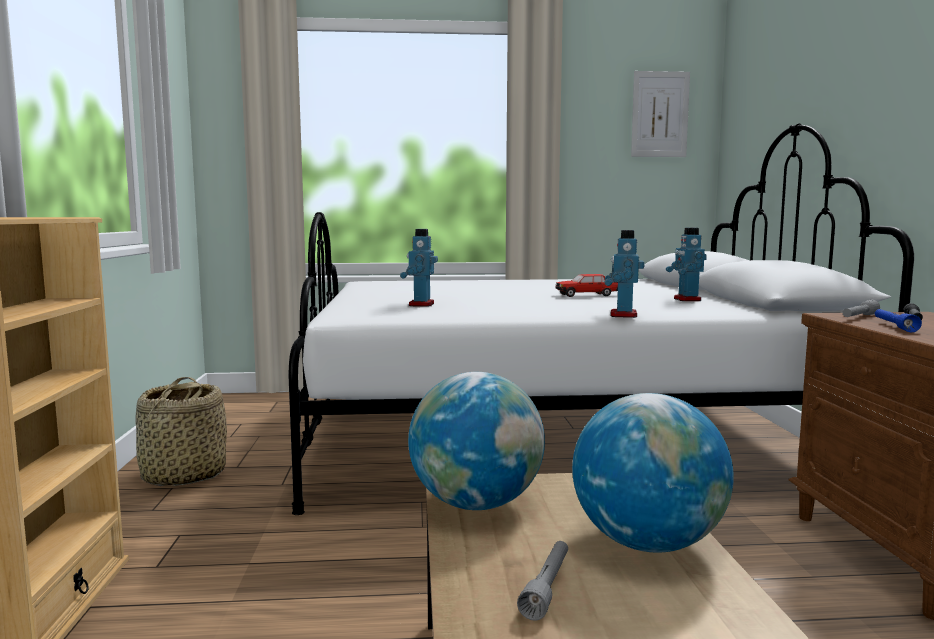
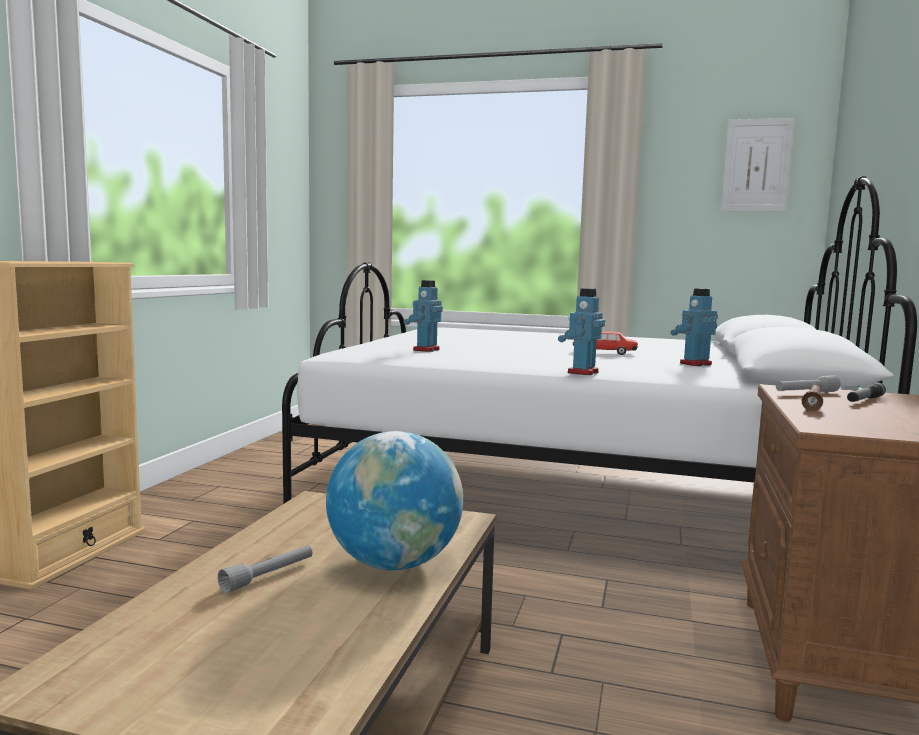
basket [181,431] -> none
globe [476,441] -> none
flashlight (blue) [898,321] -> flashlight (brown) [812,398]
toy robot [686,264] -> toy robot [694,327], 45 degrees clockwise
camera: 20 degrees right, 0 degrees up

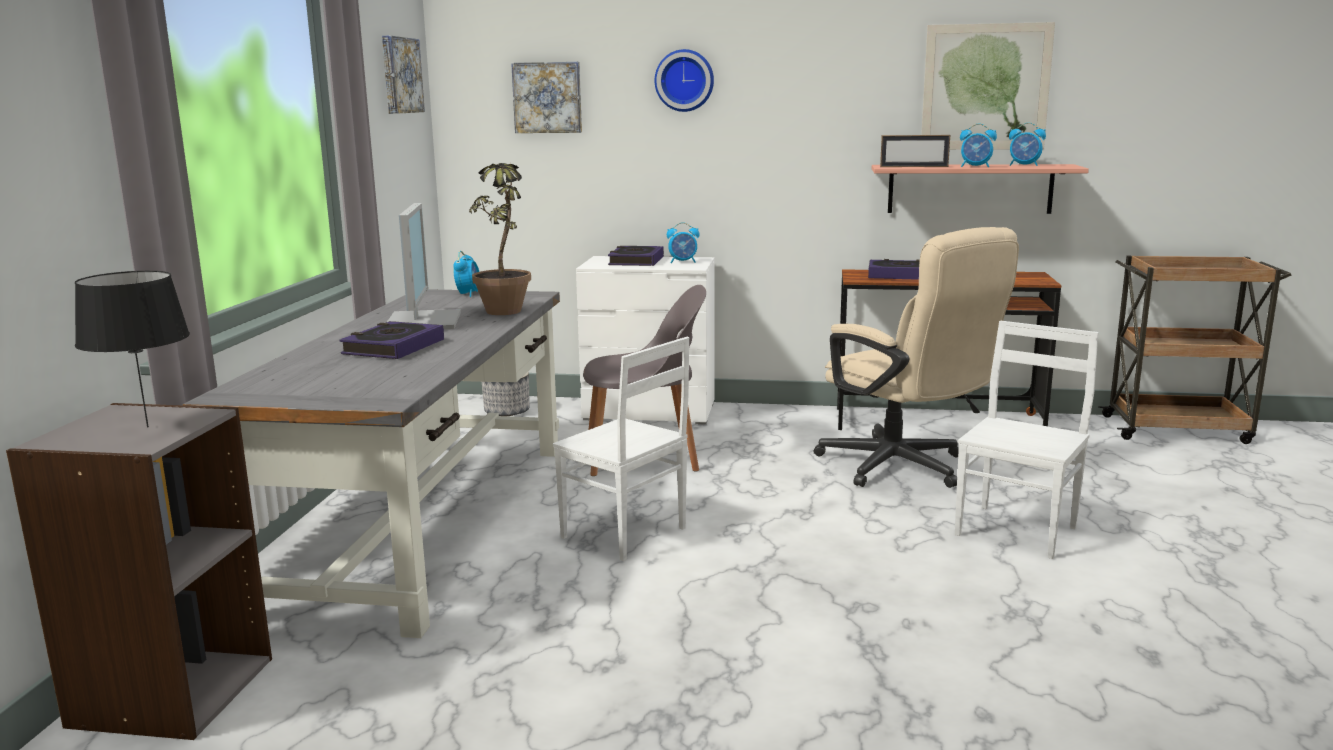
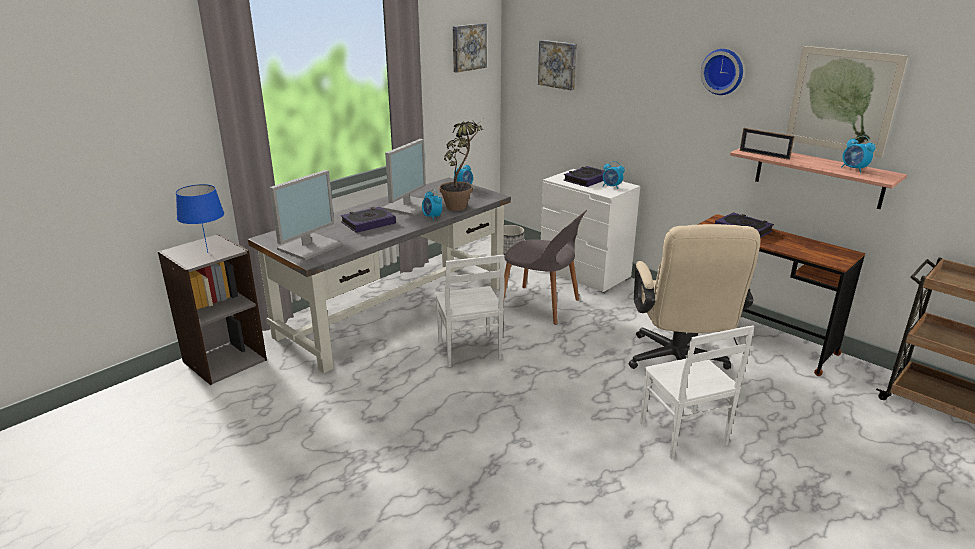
none -> monitor [305,215]
wall clock [684,80] -> wall clock [722,72], moved
alarm clock [978,145] -> alarm clock [432,205], moved
table lamp (black) [132,349] -> table lamp (blue) [200,218]
chair (white) [1026,440] -> chair (white) [697,392], 90 degrees clockwise
camera: 35 degrees right, 10 degrees up

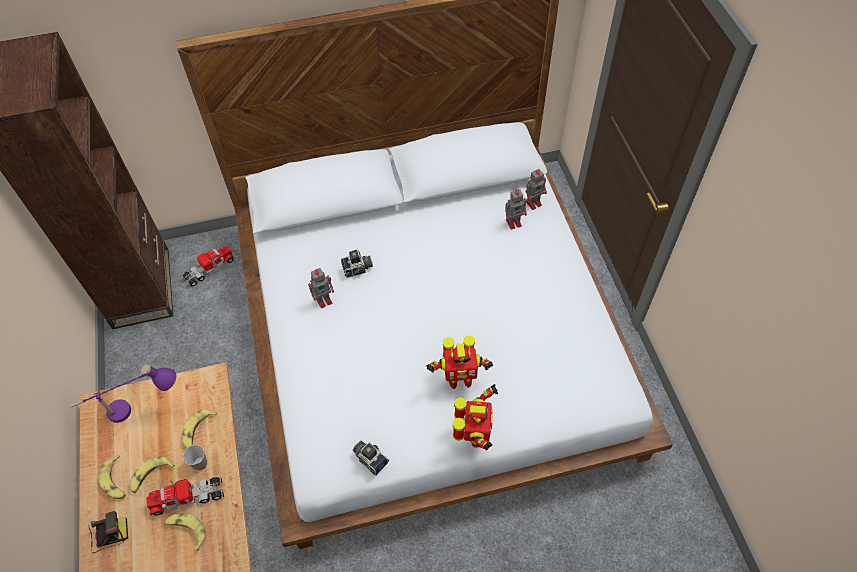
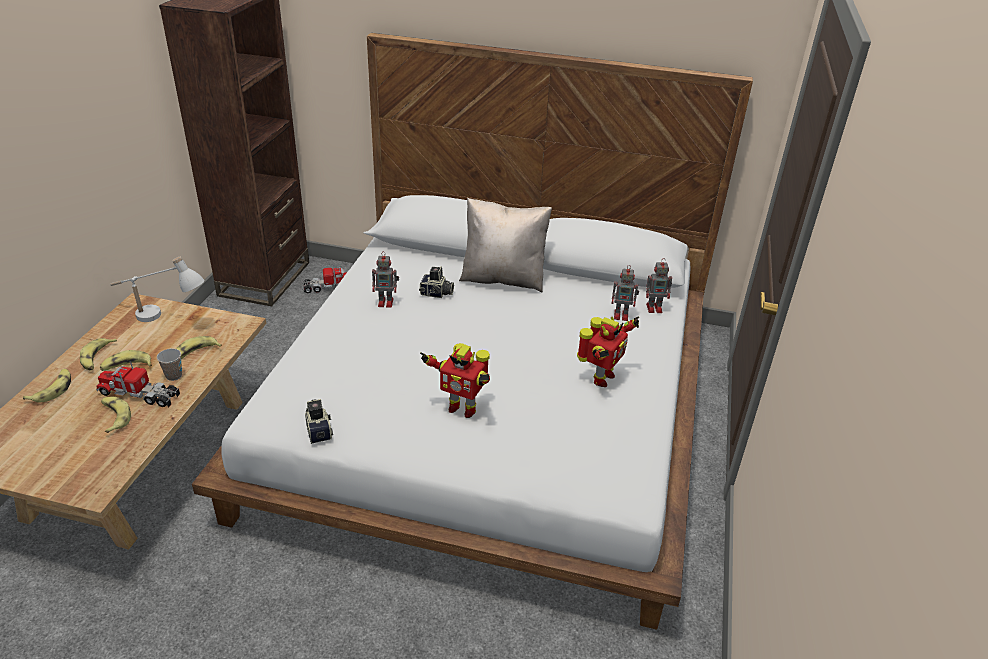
none -> pillow (beige) [505,245]
toy robot [475,417] -> toy robot [608,351], moved
photo camera [108,532] -> banana [47,385]
table lamp (purple) [123,394] -> table lamp (white) [157,289]
camera: 25 degrees right, 20 degrees down

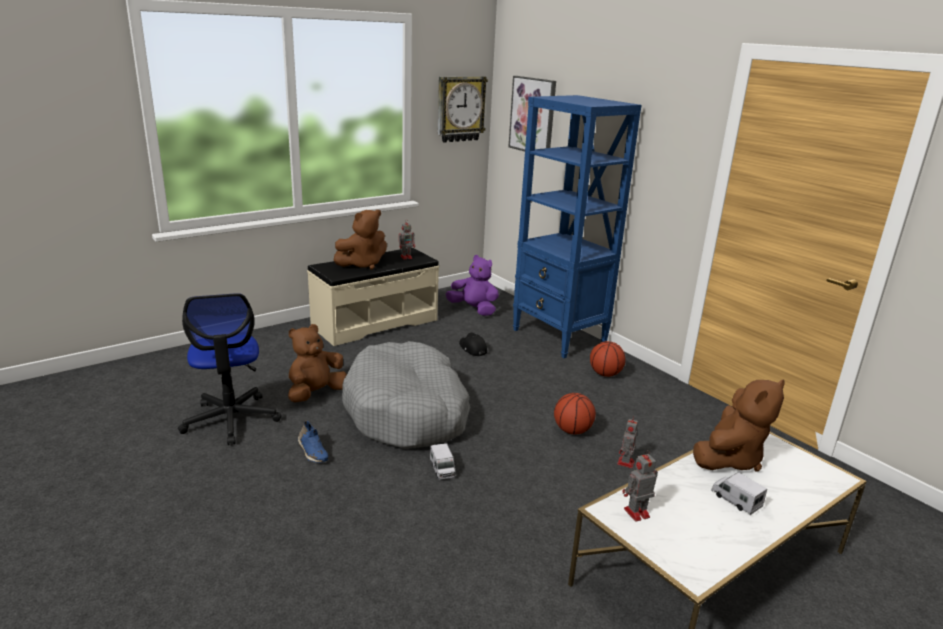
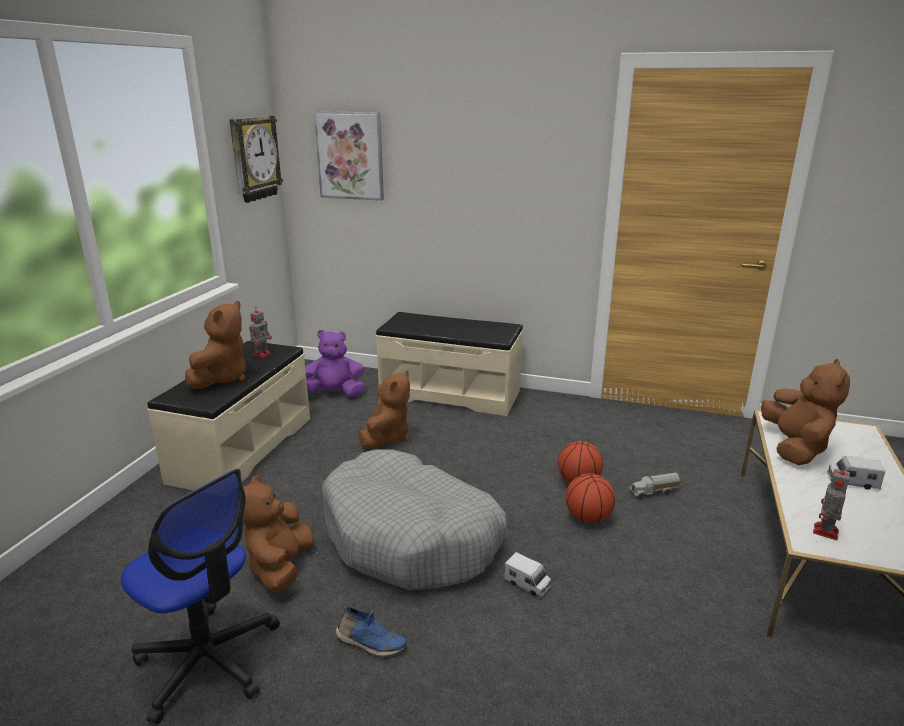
basketball [608,359] -> basketball [590,498], moved
cap (black) [473,344] -> plush toy (brown) [384,409]
bookcase (blue) [577,226] -> bench (beige) [449,364]
toy robot [627,442] -> toy truck [654,486]
camera: 35 degrees left, 0 degrees up

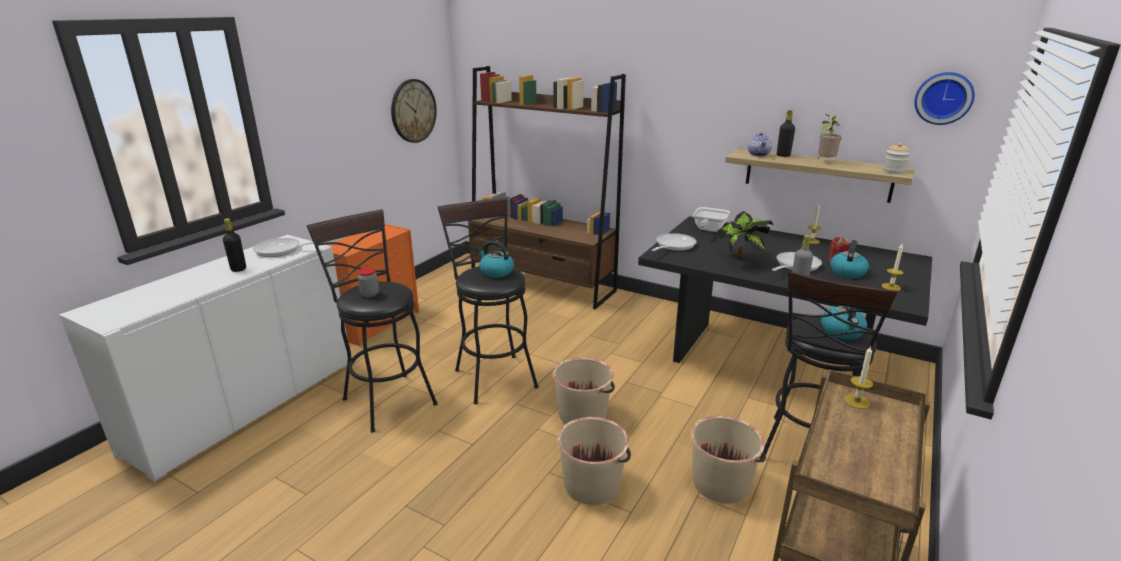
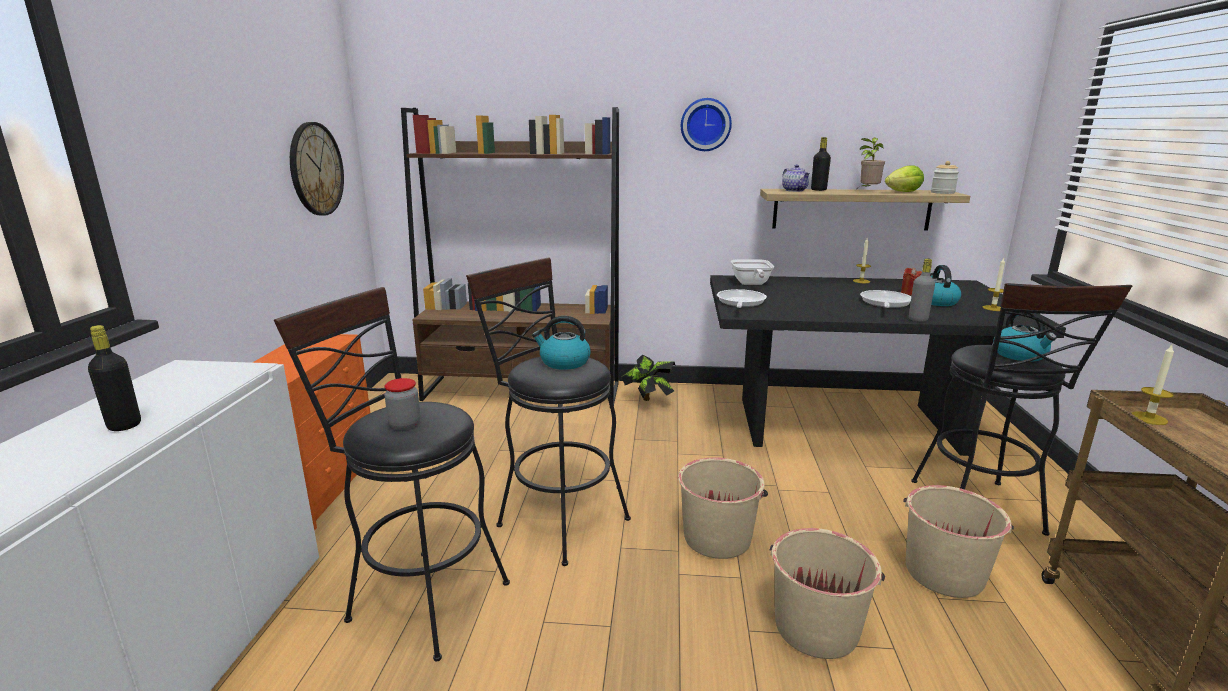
frying pan [290,247] -> none
none -> lettuce [904,178]
potted plant [745,235] -> potted plant [648,377], moved
wall clock [944,98] -> wall clock [706,124], moved
camera: 25 degrees left, 5 degrees down

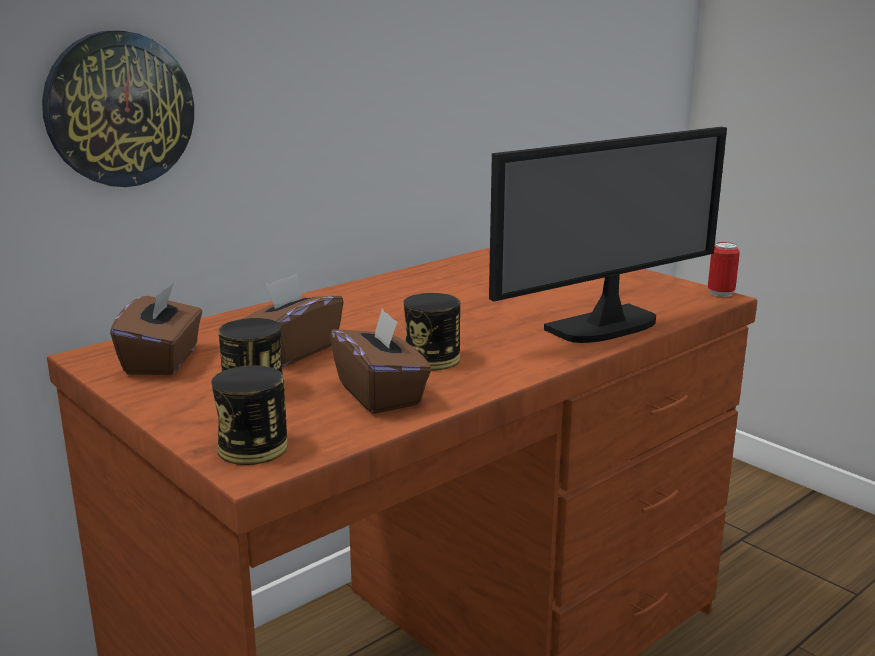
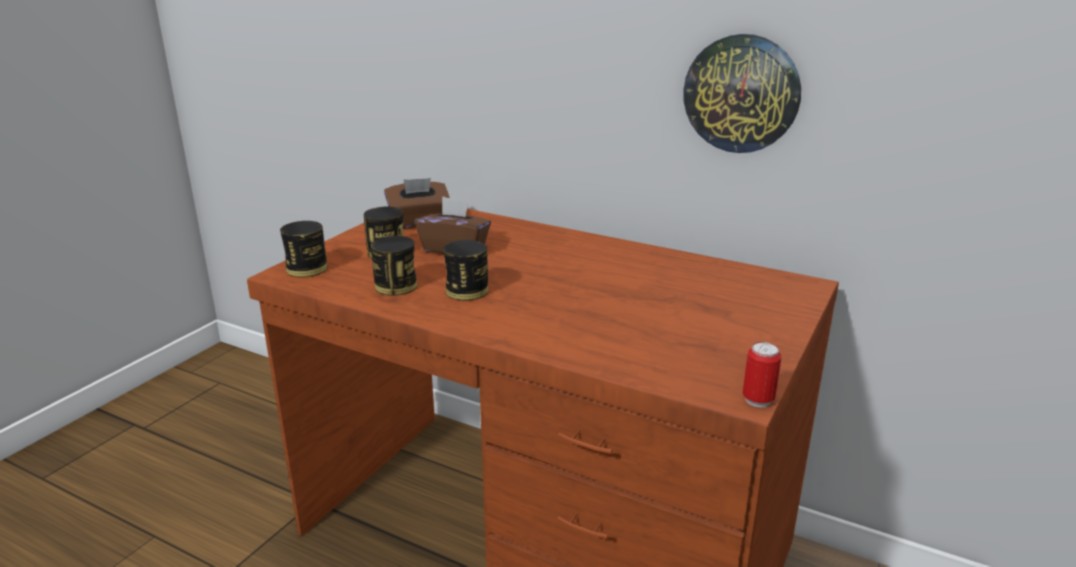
monitor [608,235] -> none
wall clock [118,108] -> wall clock [742,93], moved
tissue box (brown) [381,361] -> can [394,266]
camera: 70 degrees right, 5 degrees up

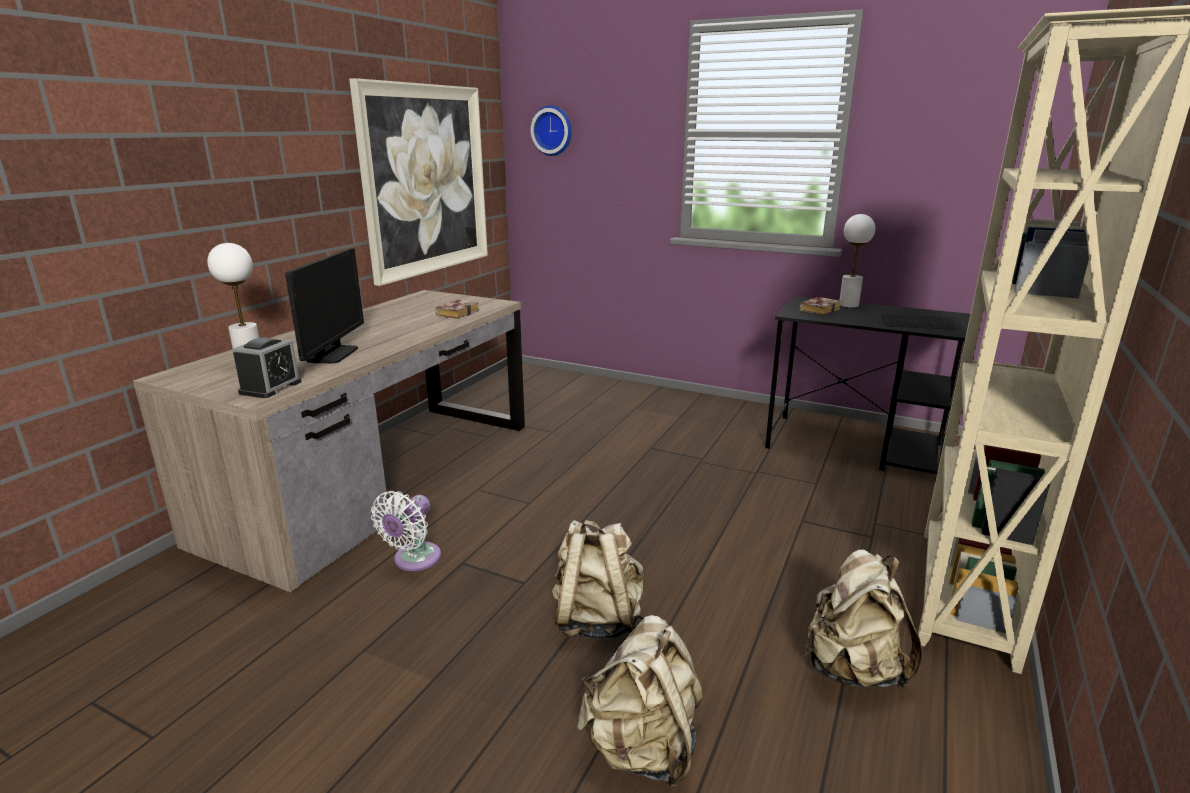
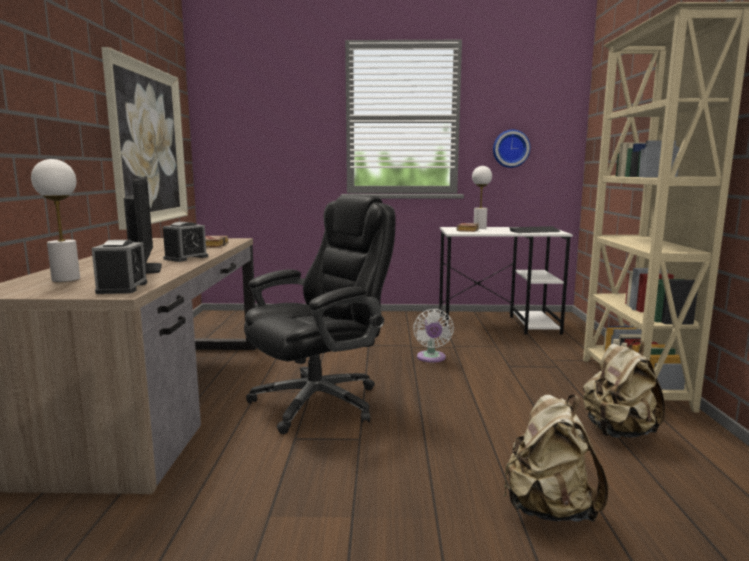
backpack (beige) [598,580] -> none
none -> alarm clock [185,242]
none -> office chair (black) [319,314]
fan (white) [406,531] -> fan (white) [433,336], moved
wall clock [551,131] -> wall clock [511,149], moved
desk (black) [867,388] -> desk (white) [506,281]
camera: 25 degrees left, 10 degrees down

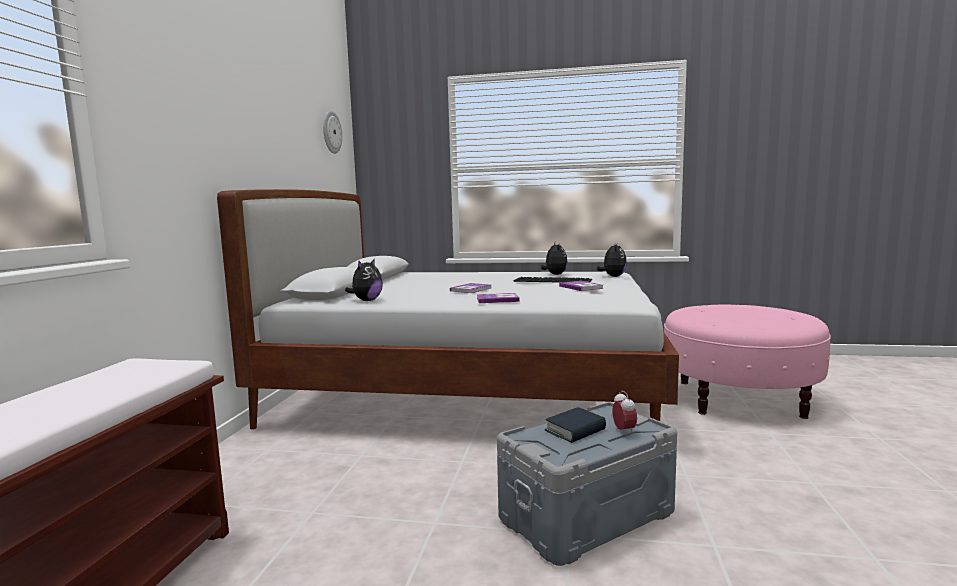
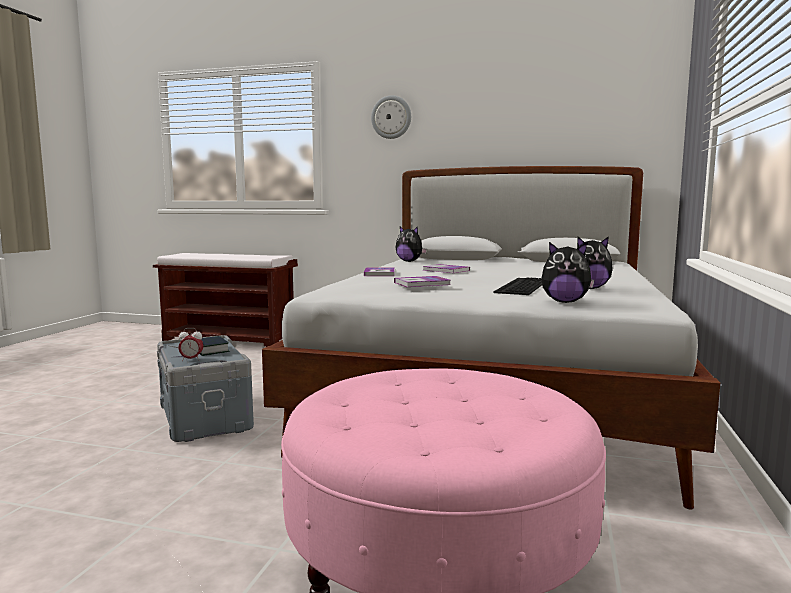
wall clock [332,132] -> wall clock [391,117], moved
camera: 95 degrees right, 0 degrees up

